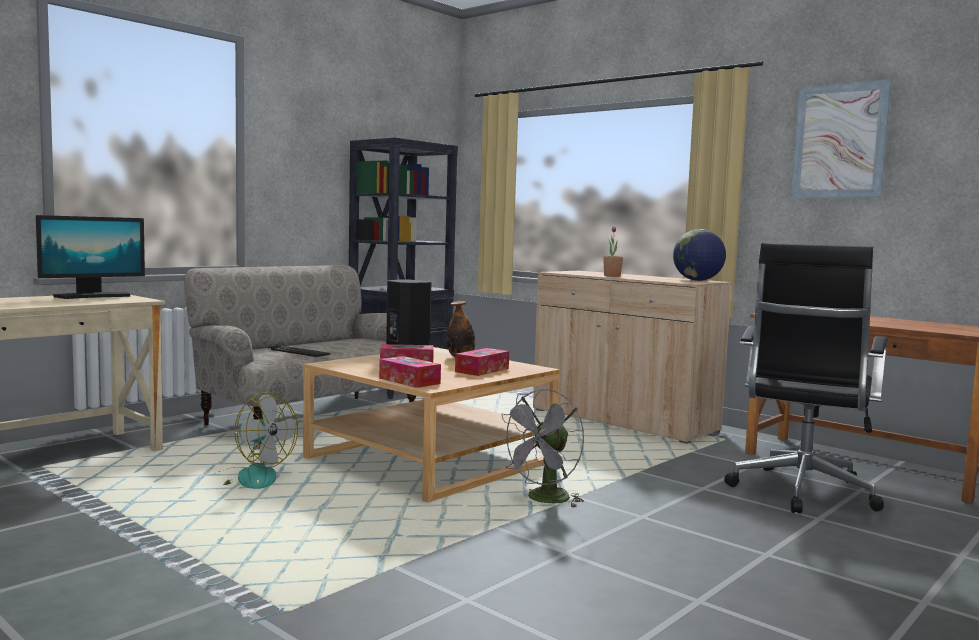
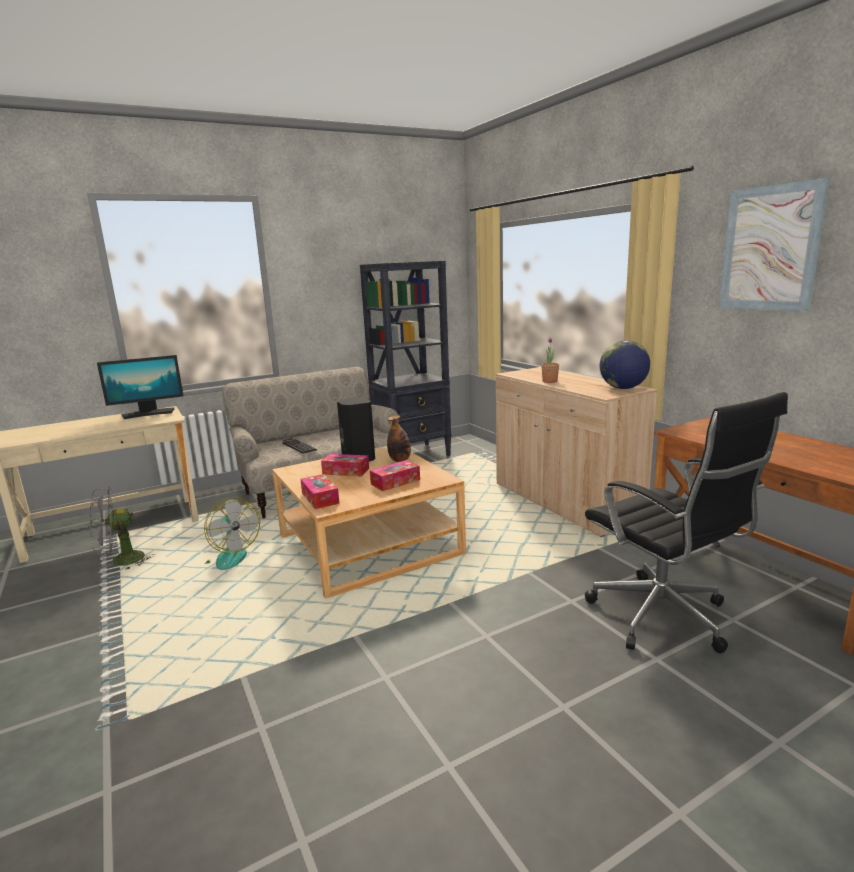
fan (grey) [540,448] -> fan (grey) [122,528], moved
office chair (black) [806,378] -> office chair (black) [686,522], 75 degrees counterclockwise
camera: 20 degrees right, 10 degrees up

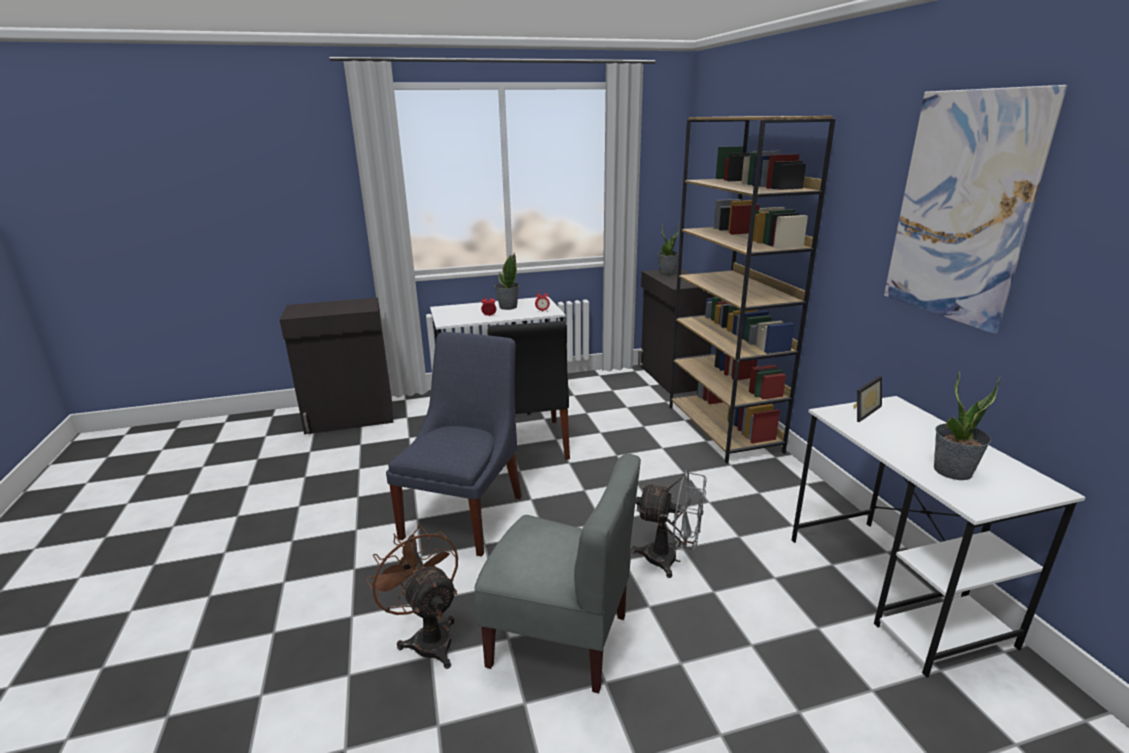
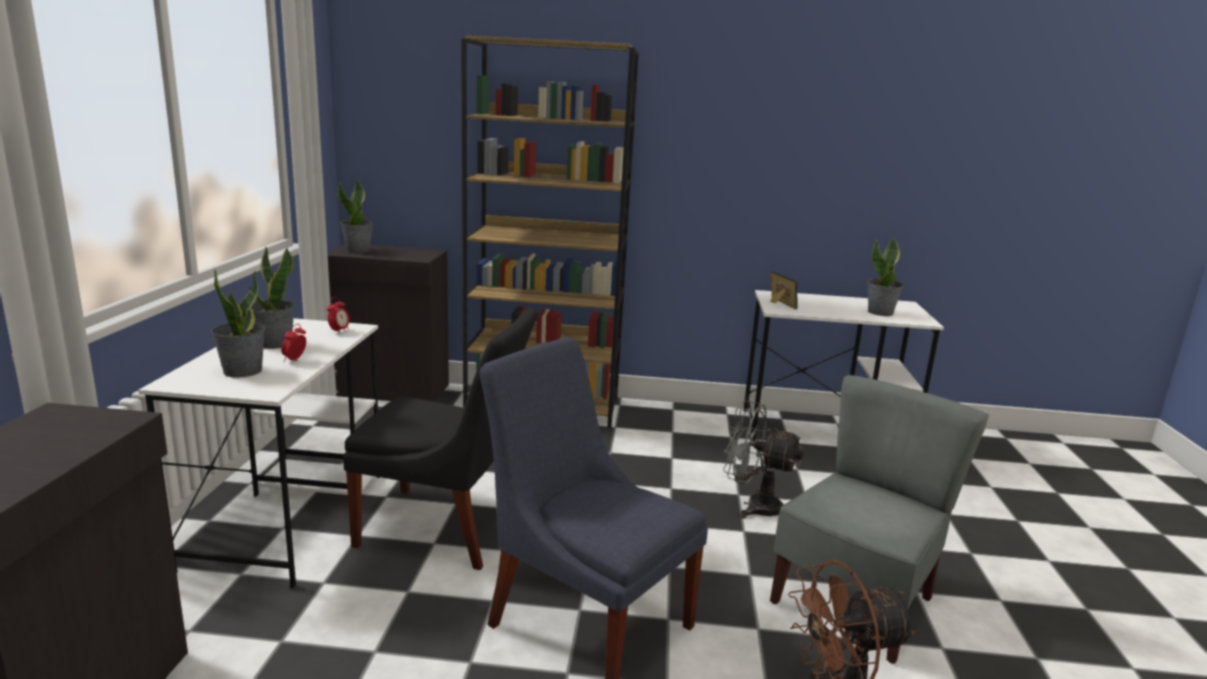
picture [975,209] -> none
none -> potted plant [238,324]
fan (grey) [668,524] -> fan (grey) [763,460], 105 degrees counterclockwise
camera: 70 degrees left, 5 degrees down

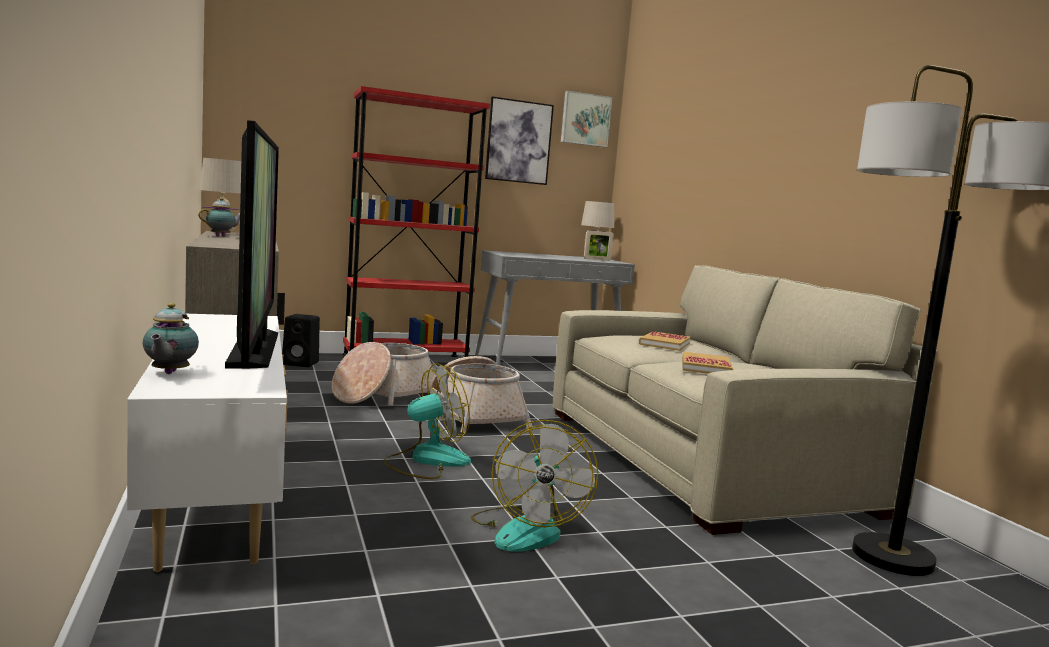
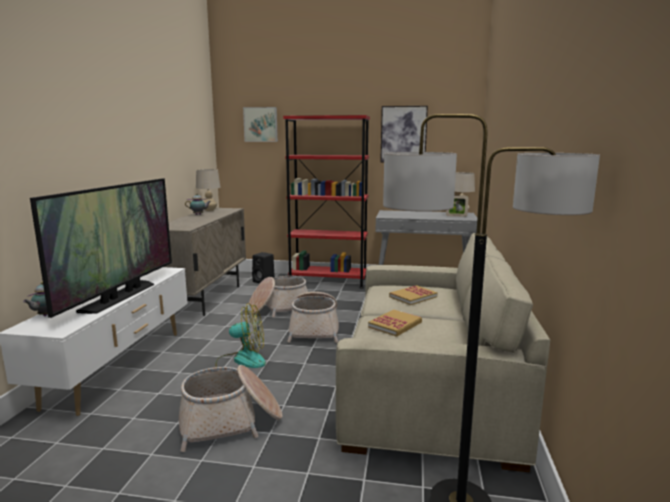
picture [587,119] -> picture [260,124], moved
fan [534,486] -> basket [230,408]
camera: 30 degrees right, 5 degrees up

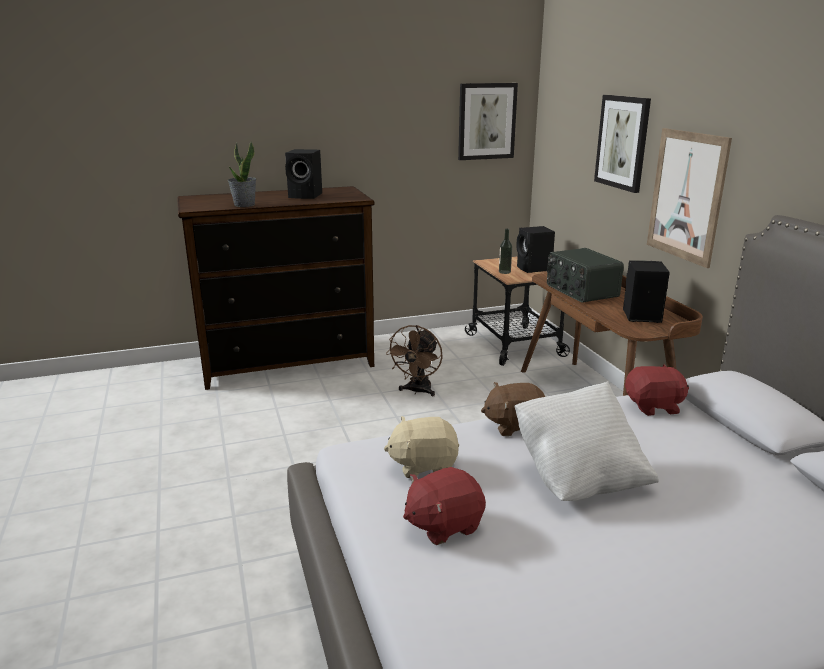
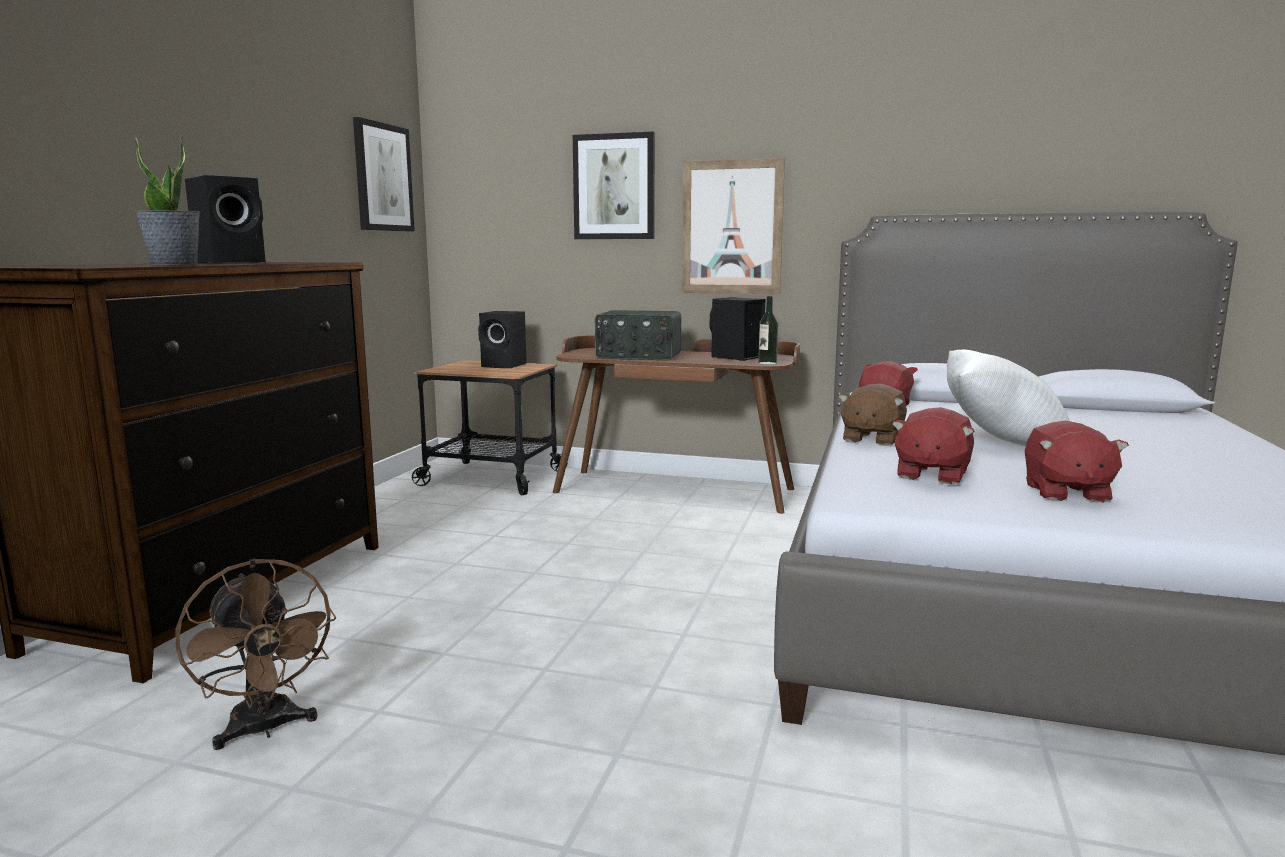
fan (brown) [414,360] -> fan (brown) [256,654], moved
bottle [505,251] -> bottle [768,330], moved
plush toy (beige) [421,447] -> plush toy (red) [933,446]
camera: 55 degrees left, 10 degrees down

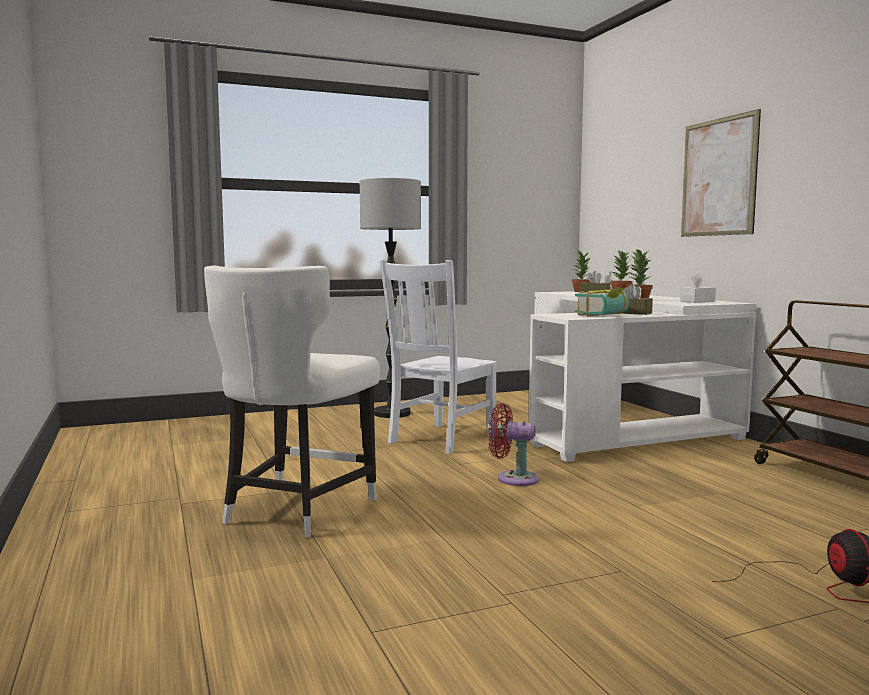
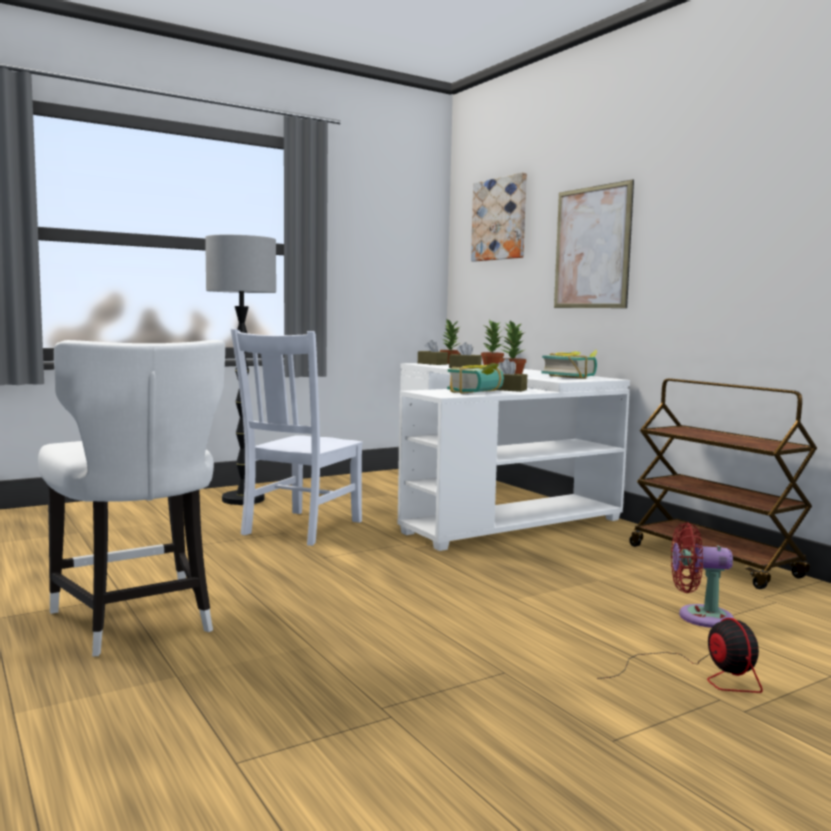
none -> tissue box (brown) [433,352]
none -> picture [499,217]
fan (red) [514,444] -> fan (red) [702,575], moved
tissue box (white) [698,288] -> book [569,364]
chair (white) [292,401] -> chair (white) [131,498], 45 degrees counterclockwise
camera: 10 degrees left, 0 degrees up

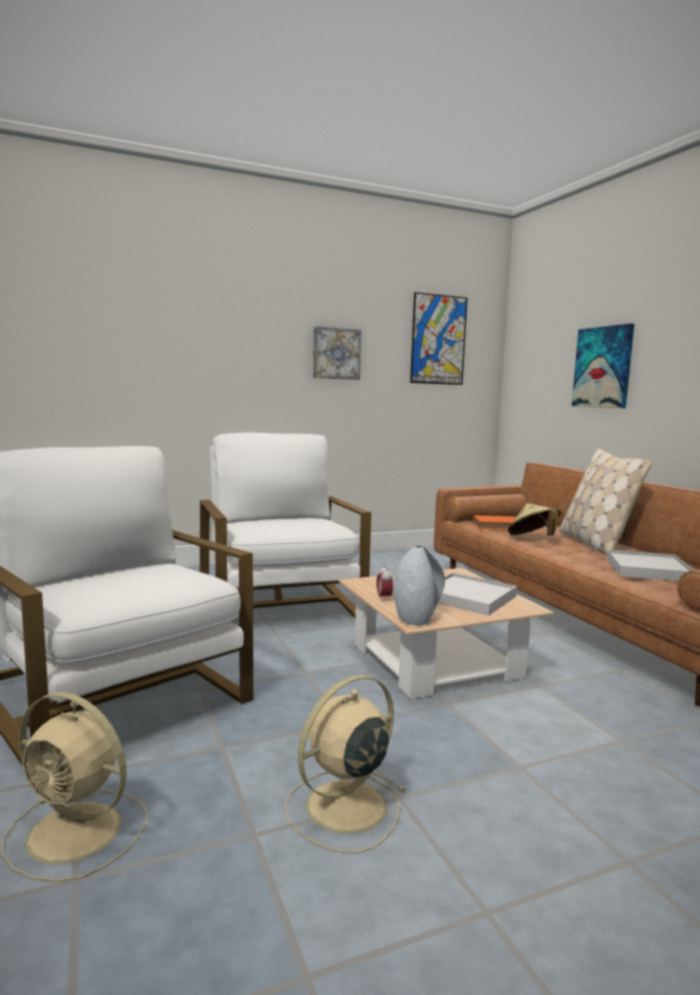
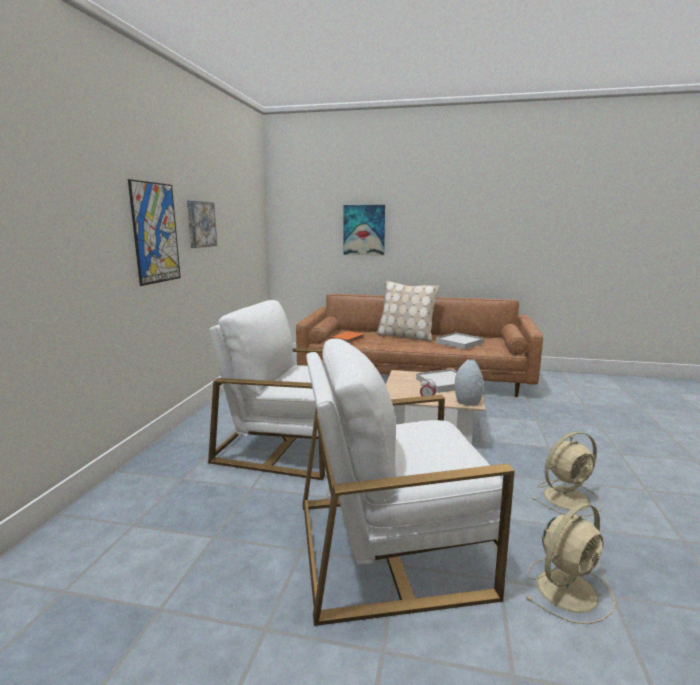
hat (beige) [534,519] -> none
picture [439,338] -> picture [154,232], moved
fan (beige) [346,764] -> fan (beige) [567,473], 105 degrees counterclockwise
camera: 55 degrees left, 5 degrees up

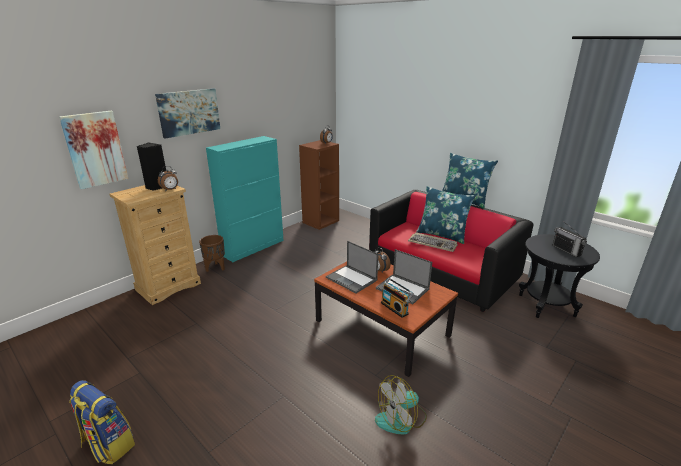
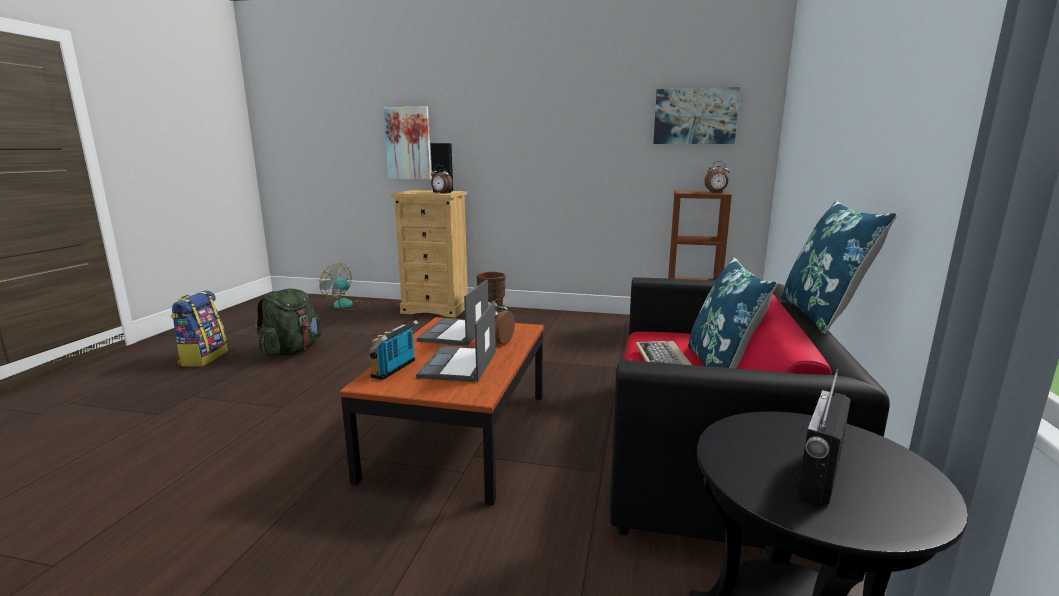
cabinet (turquoise) [245,199] -> none
none -> backpack (green) [288,322]
picture [187,113] -> picture [696,115], moved
fan [401,405] -> fan [344,286], moved
camera: 60 degrees right, 10 degrees down

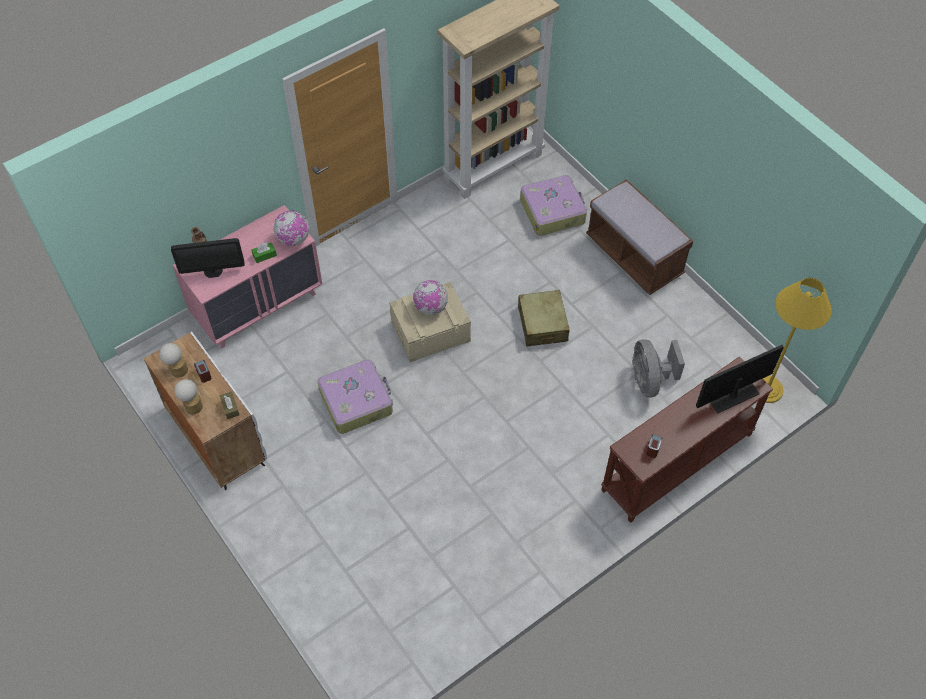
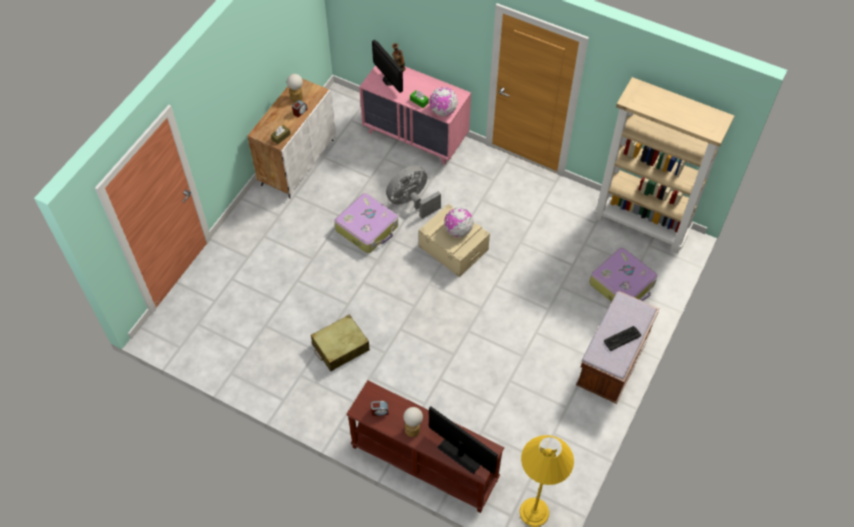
none -> keyboard [622,338]
table lamp [188,396] -> table lamp [413,422], moved
suitcase (beige) [544,318] -> suitcase (beige) [340,342], moved
fan (grey) [659,368] -> fan (grey) [413,192], moved
camera: 65 degrees right, 0 degrees up

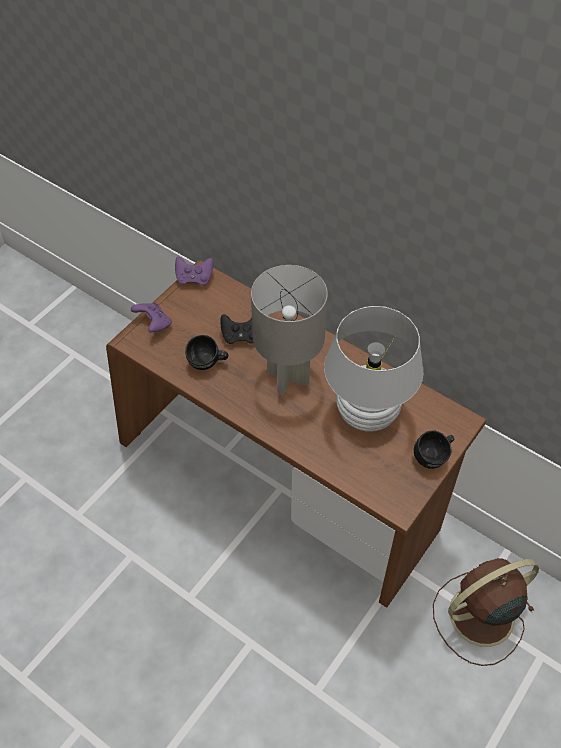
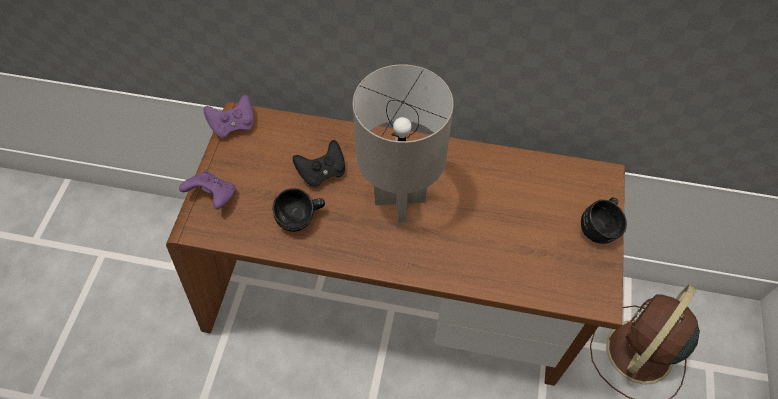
table lamp (white) [373,369] -> none
camera: 25 degrees left, 5 degrees up

